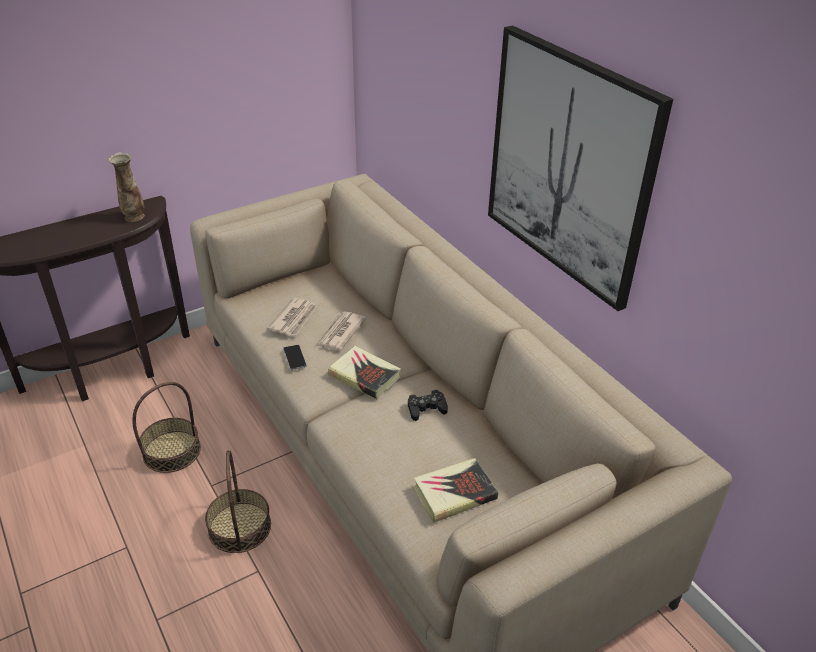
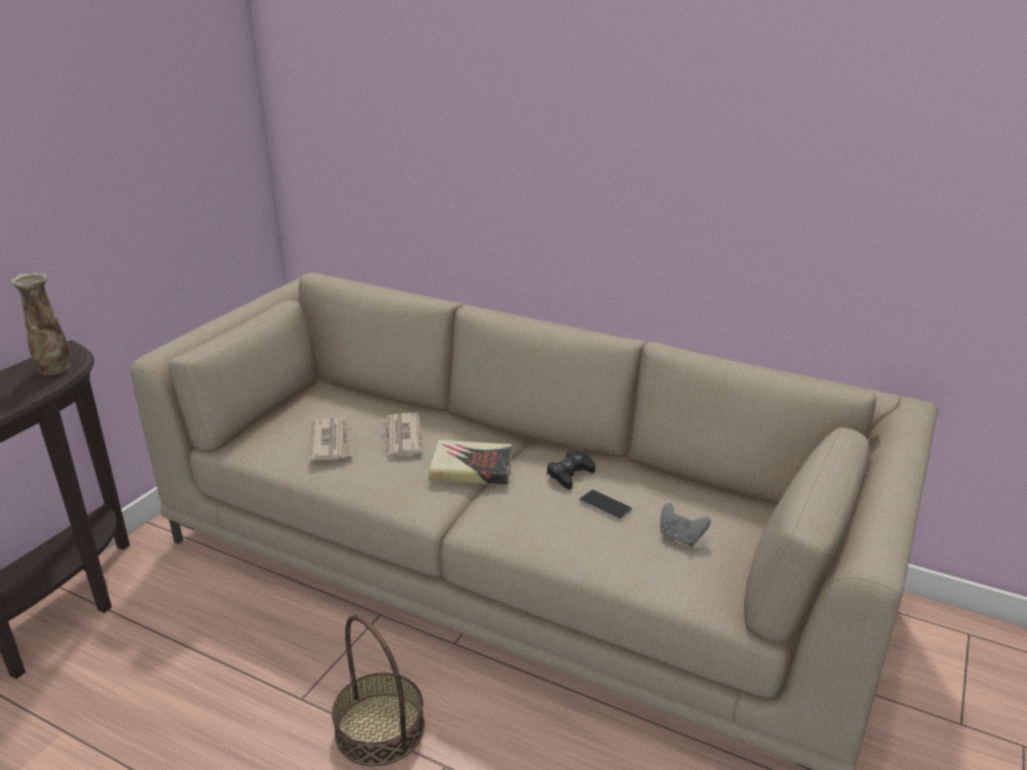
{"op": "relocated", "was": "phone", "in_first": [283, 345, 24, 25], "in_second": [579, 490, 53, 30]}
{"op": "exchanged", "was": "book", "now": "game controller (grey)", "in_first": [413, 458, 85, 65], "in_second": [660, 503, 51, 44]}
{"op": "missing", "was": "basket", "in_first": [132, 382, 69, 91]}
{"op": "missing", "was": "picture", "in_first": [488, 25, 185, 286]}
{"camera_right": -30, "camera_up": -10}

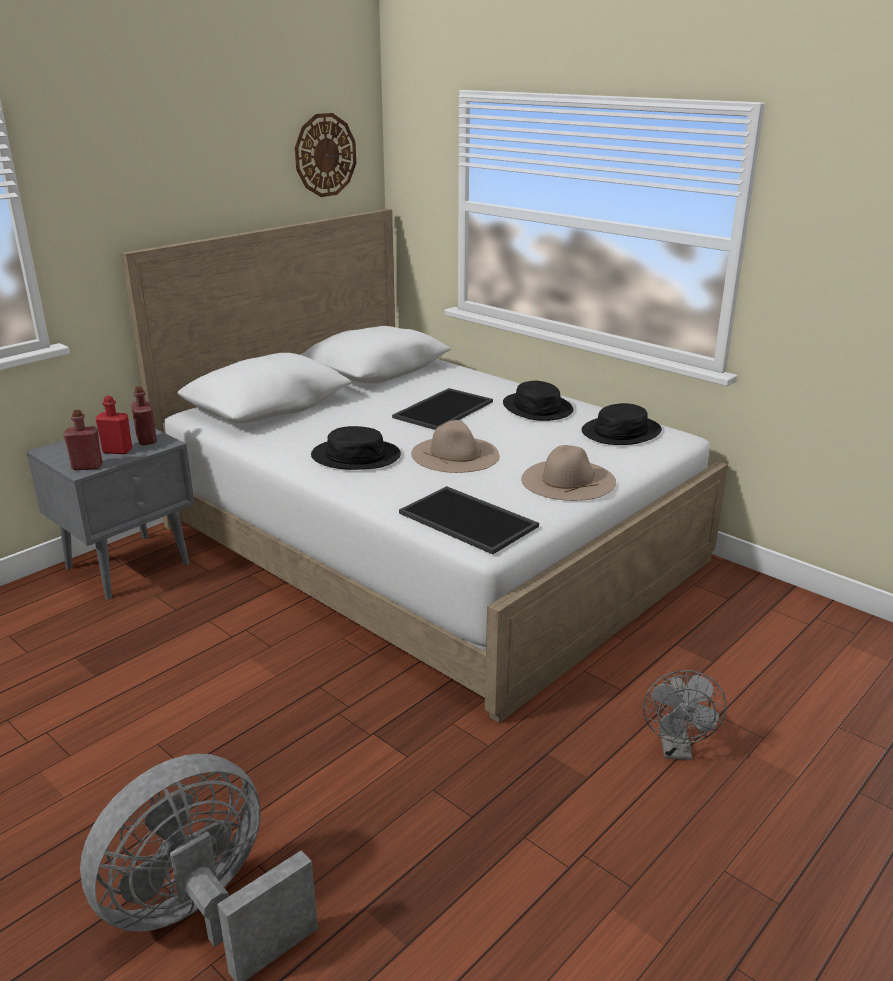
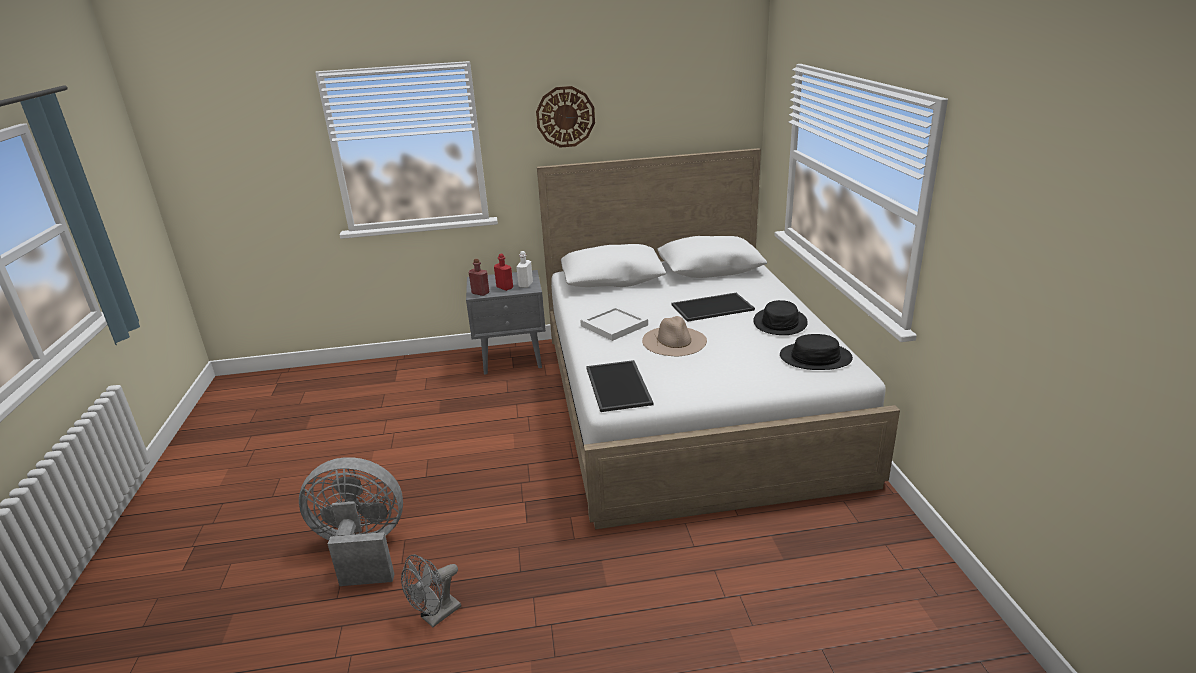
{"op": "relocated", "was": "fan (grey)", "in_first": [643, 670, 84, 90], "in_second": [401, 555, 60, 72]}
{"op": "colour", "was": "bottle (red)", "now": "bottle (white)", "in_first": [131, 386, 26, 59], "in_second": [516, 251, 17, 37]}
{"op": "relocated", "was": "wall clock", "in_first": [295, 113, 61, 84], "in_second": [536, 86, 59, 62]}
{"op": "exchanged", "was": "hat (black)", "now": "tray (white)", "in_first": [311, 426, 90, 44], "in_second": [580, 306, 68, 35]}
{"op": "missing", "was": "hat (beige)", "in_first": [521, 445, 95, 56]}
{"camera_right": 40, "camera_up": 0}

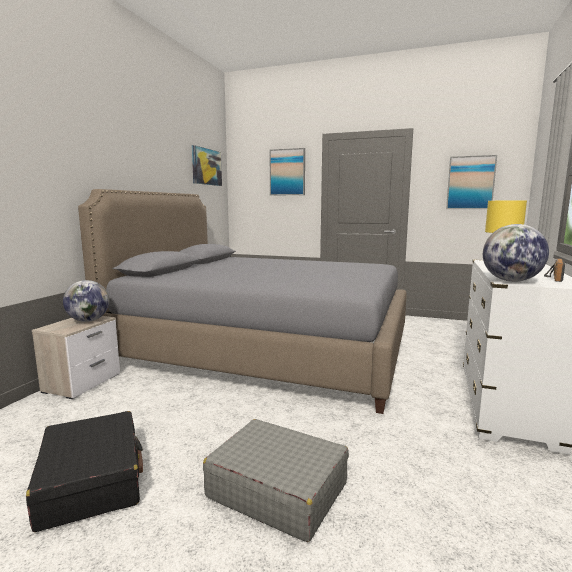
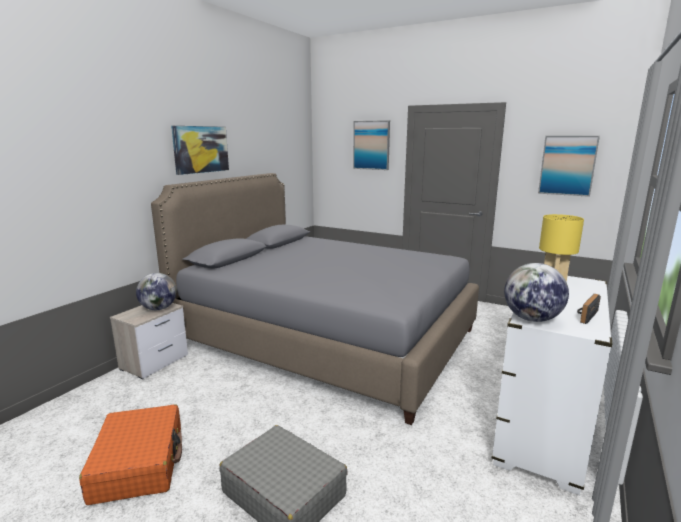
{"op": "colour", "was": "suitcase (black)", "now": "suitcase (orange)", "in_first": [26, 411, 117, 121], "in_second": [79, 404, 103, 101]}
{"op": "relocated", "was": "picture", "in_first": [192, 145, 30, 41], "in_second": [171, 126, 58, 49]}
{"camera_right": 10, "camera_up": 5}

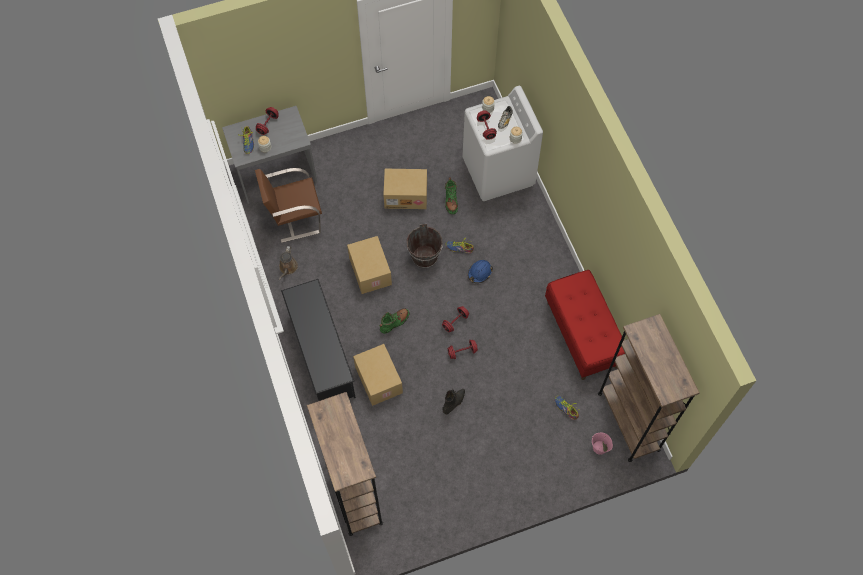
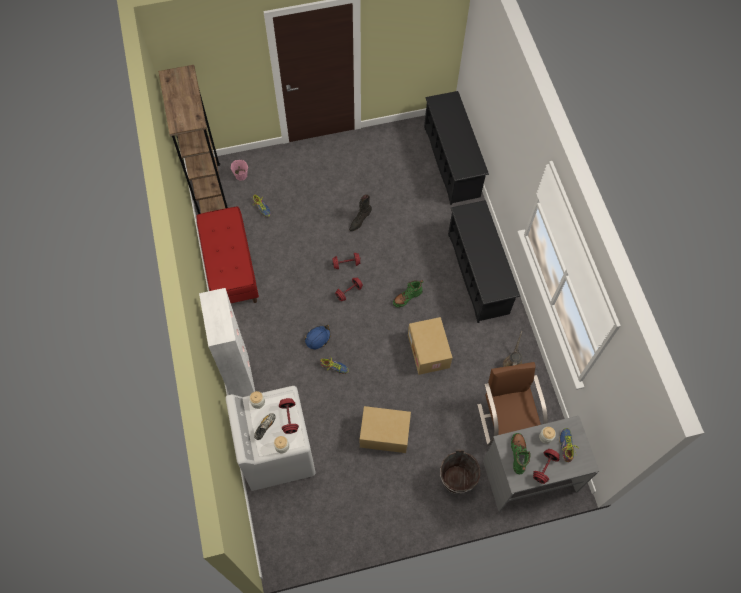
{"op": "appeared", "now": "cabinet (white)", "in_second": [199, 288, 56, 109]}
{"op": "exchanged", "was": "bookcase (brown)", "now": "shoe rack (black)", "in_first": [307, 392, 76, 144], "in_second": [424, 91, 65, 114]}
{"op": "relocated", "was": "bucket (brown)", "in_first": [407, 224, 36, 44], "in_second": [440, 450, 40, 44]}
{"op": "spun", "was": "chair (brown)", "in_first": [255, 168, 67, 75], "in_second": [477, 362, 71, 84], "clockwise": -90}
{"op": "relocated", "was": "boot (green)", "in_first": [445, 177, 13, 37], "in_second": [511, 433, 20, 41]}
{"op": "missing", "was": "cardboard box", "in_first": [353, 344, 50, 62]}
{"camera_right": -175, "camera_up": 0}

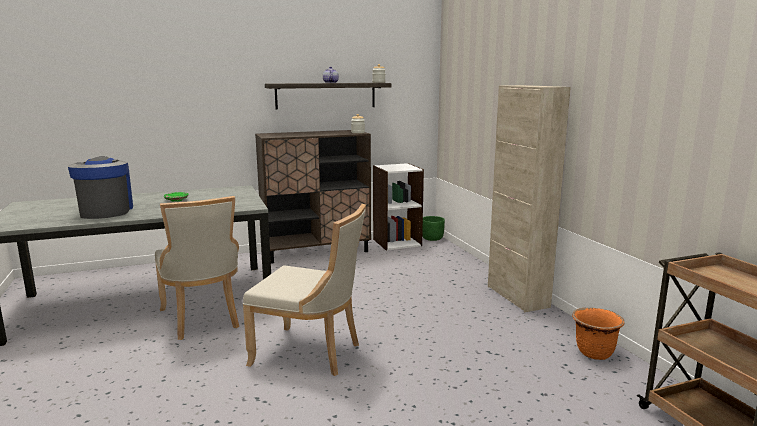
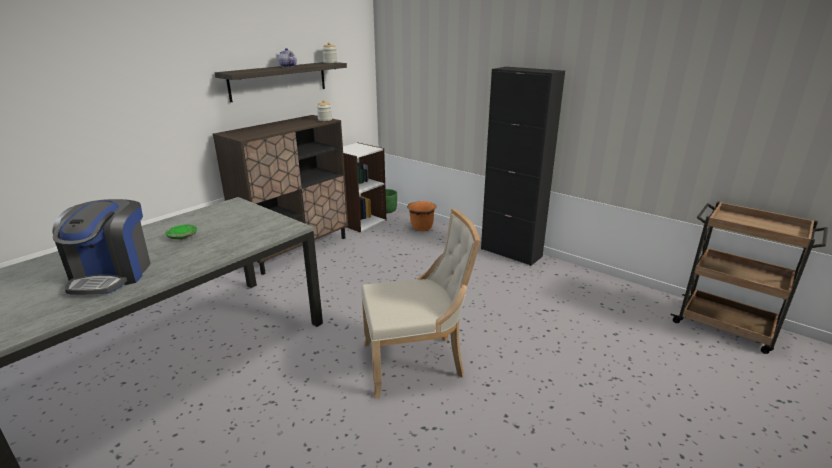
{"op": "spun", "was": "coffee machine", "in_first": [68, 156, 65, 63], "in_second": [52, 199, 98, 96], "clockwise": -135}
{"op": "relocated", "was": "planter (orange)", "in_first": [572, 308, 53, 52], "in_second": [407, 201, 30, 31]}
{"op": "colour", "was": "cabinet (beige)", "now": "cabinet (black)", "in_first": [488, 85, 83, 227], "in_second": [481, 67, 84, 199]}
{"op": "missing", "was": "chair (beige)", "in_first": [155, 196, 84, 144]}
{"camera_right": -30, "camera_up": 10}

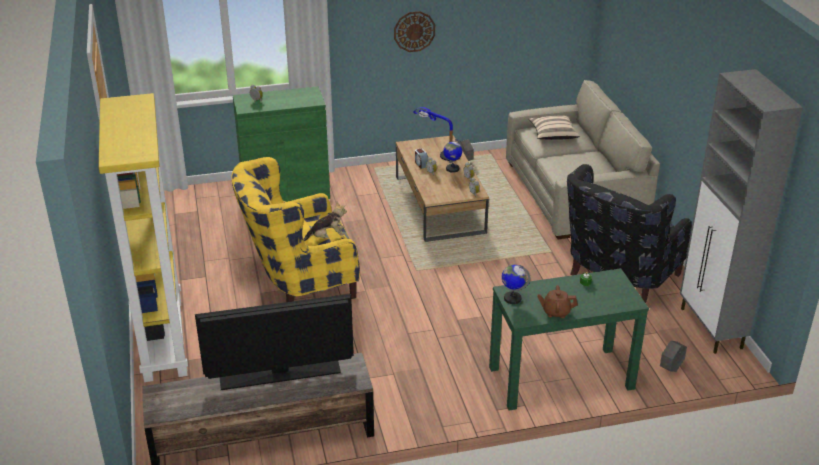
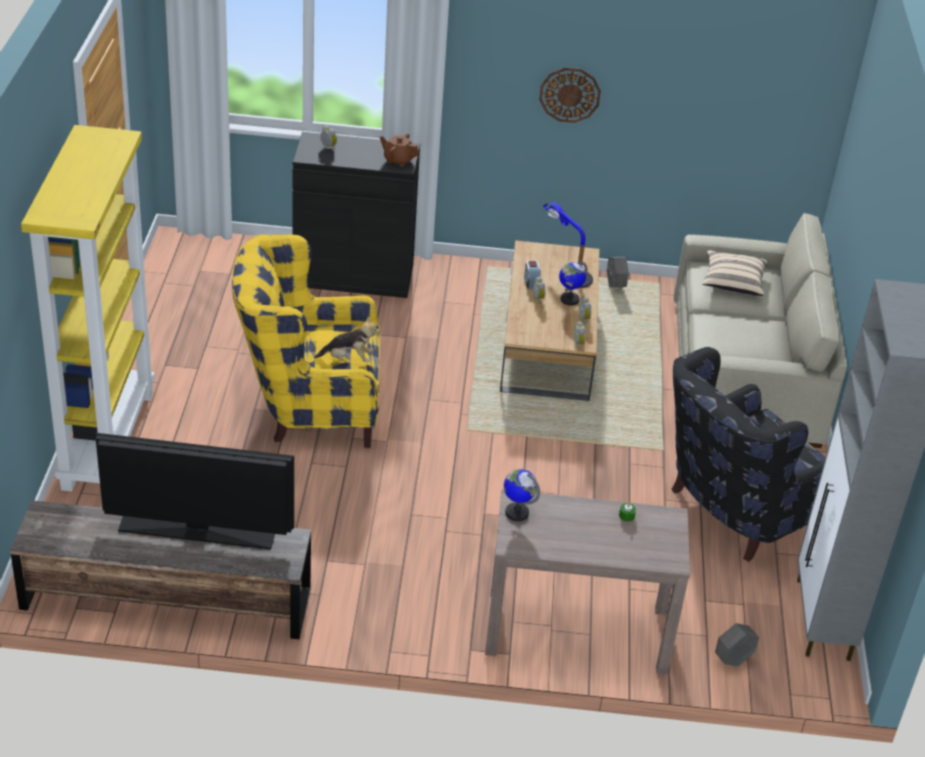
{"op": "colour", "was": "cabinet (green)", "now": "cabinet (black)", "in_first": [233, 86, 97, 116], "in_second": [293, 132, 127, 166]}
{"op": "relocated", "was": "teapot (brown)", "in_first": [537, 285, 40, 33], "in_second": [380, 133, 39, 34]}
{"op": "colour", "was": "console table (green)", "now": "console table (brown)", "in_first": [489, 268, 160, 143], "in_second": [485, 489, 205, 186]}
{"camera_right": 15, "camera_up": 5}

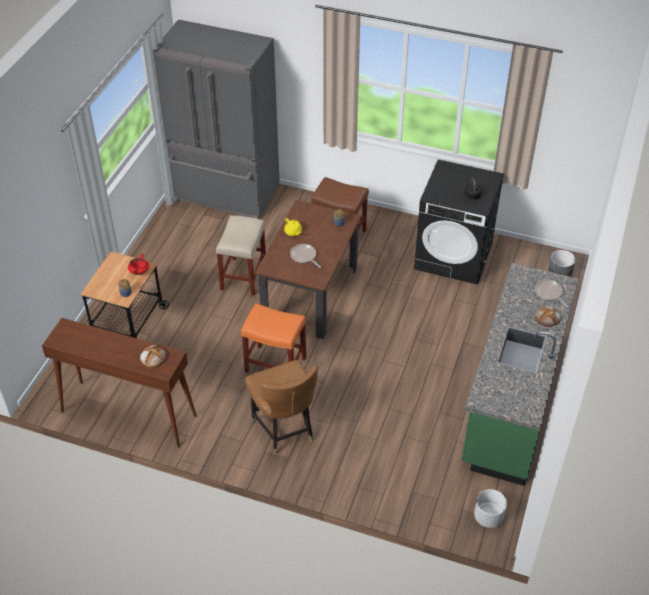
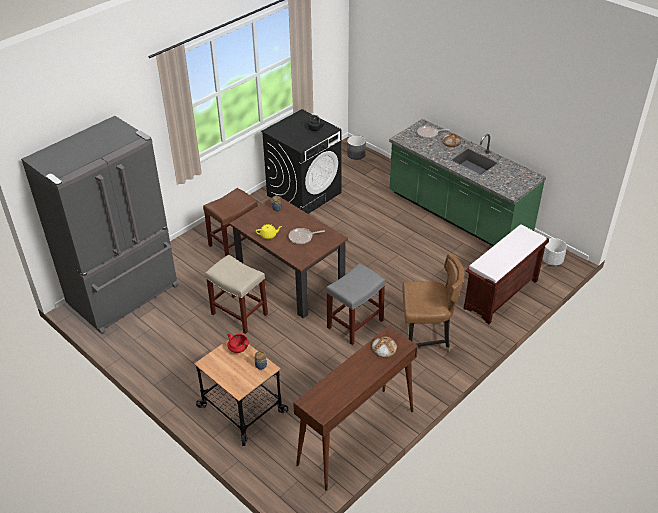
{"op": "colour", "was": "stool (orange)", "now": "stool (grey)", "in_first": [241, 303, 65, 70], "in_second": [326, 263, 59, 82]}
{"op": "appeared", "now": "bench (brown)", "in_second": [464, 224, 85, 100]}
{"camera_right": -65, "camera_up": -5}

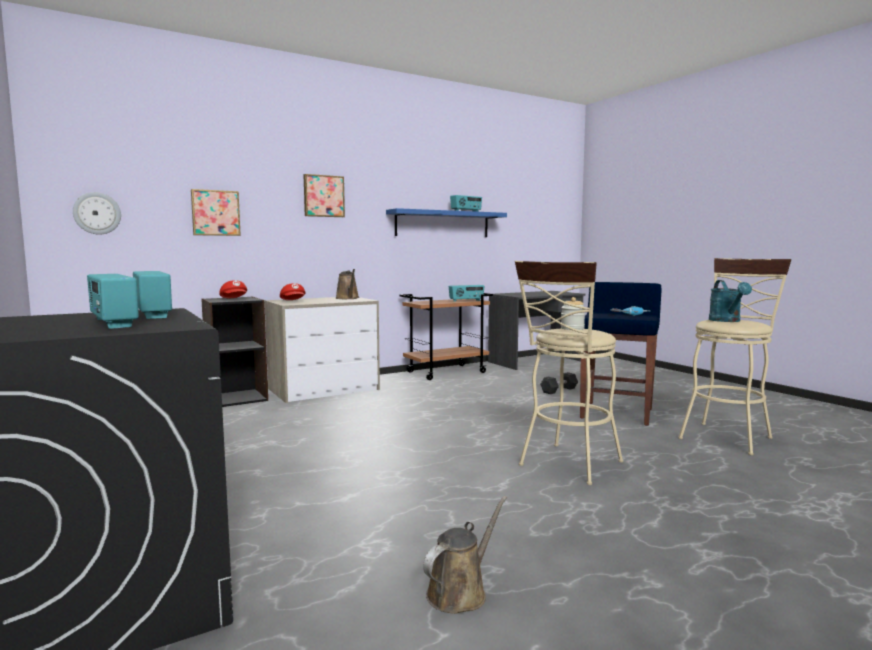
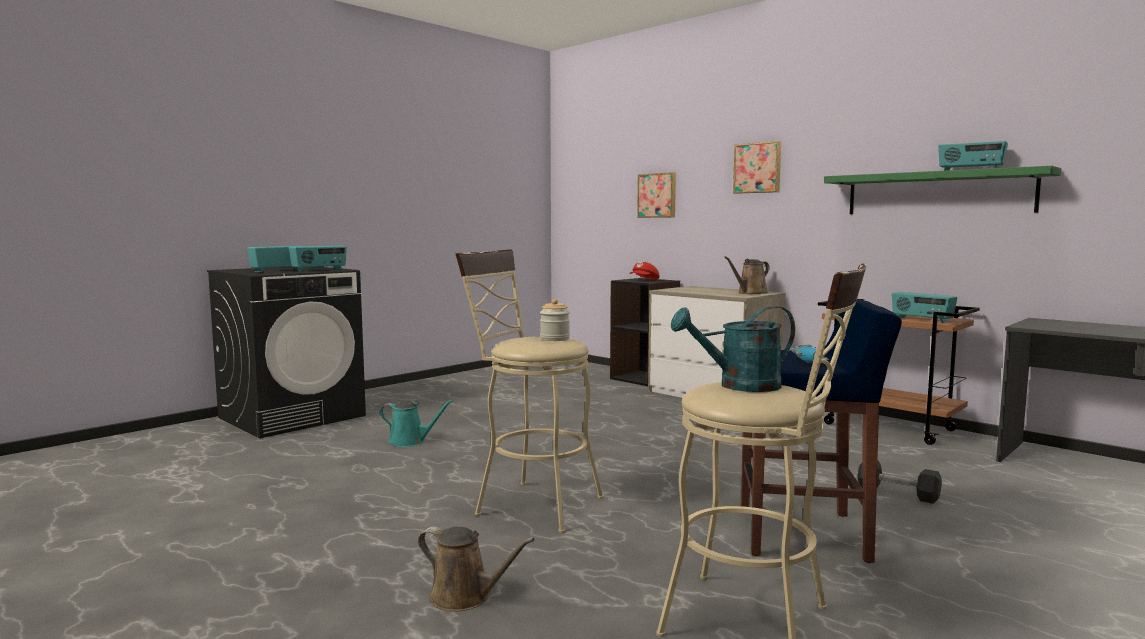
{"op": "appeared", "now": "watering can (turquoise)", "in_second": [379, 400, 75, 47]}
{"op": "relocated", "was": "watering can (brown)", "in_first": [423, 496, 84, 118], "in_second": [418, 527, 117, 85]}
{"op": "colour", "was": "shelf (blue)", "now": "shelf (green)", "in_first": [386, 208, 121, 29], "in_second": [824, 166, 237, 48]}
{"op": "missing", "was": "wall clock", "in_first": [73, 192, 48, 43]}
{"op": "missing", "was": "cap (red)", "in_first": [280, 283, 25, 17]}
{"camera_right": 75, "camera_up": 0}

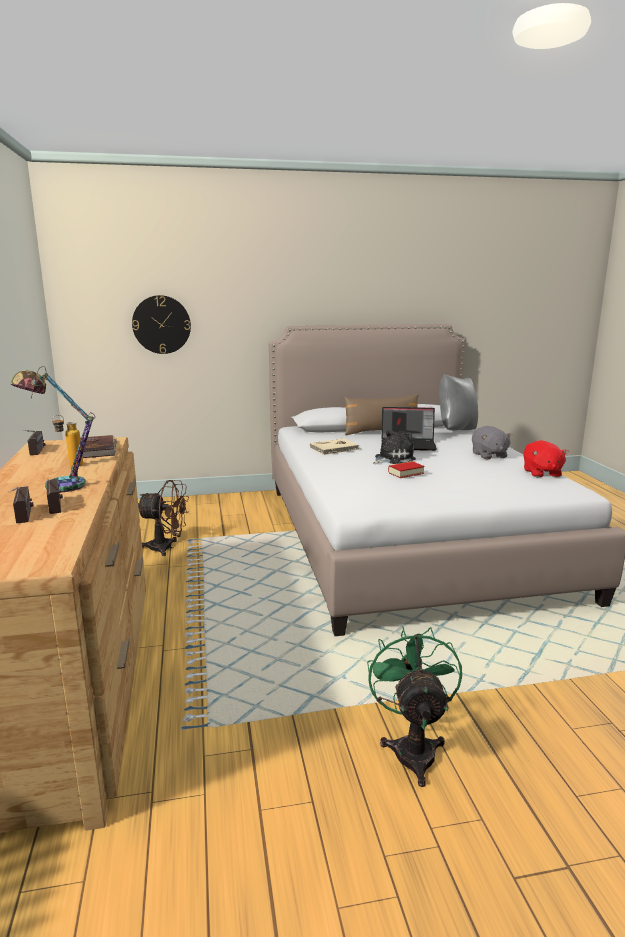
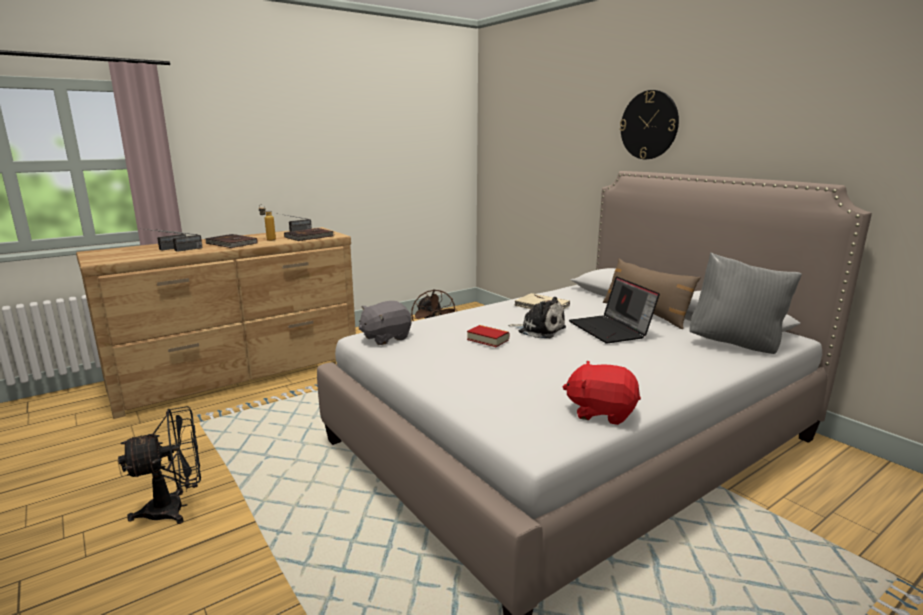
{"op": "colour", "was": "fan (green)", "now": "fan (black)", "in_first": [367, 626, 95, 161], "in_second": [118, 406, 83, 118]}
{"op": "exchanged", "was": "table lamp", "now": "book (brown)", "in_first": [11, 366, 84, 126], "in_second": [205, 234, 53, 14]}
{"op": "relocated", "was": "plush toy (grey)", "in_first": [472, 426, 40, 33], "in_second": [359, 301, 53, 44]}
{"op": "spun", "was": "plush toy (red)", "in_first": [523, 440, 46, 37], "in_second": [563, 361, 78, 64], "clockwise": 45}
{"op": "relocated", "was": "wall clock", "in_first": [132, 295, 59, 59], "in_second": [620, 90, 59, 69]}
{"camera_right": 65, "camera_up": 0}

